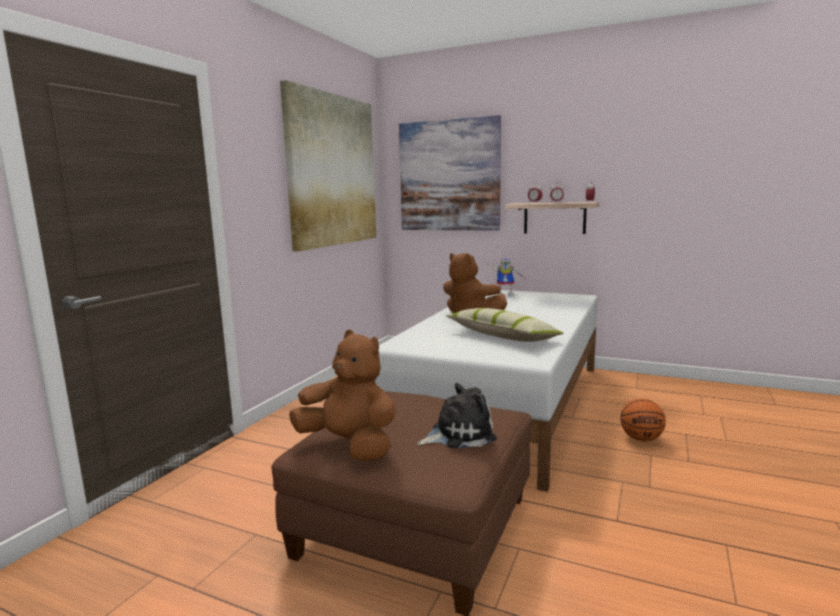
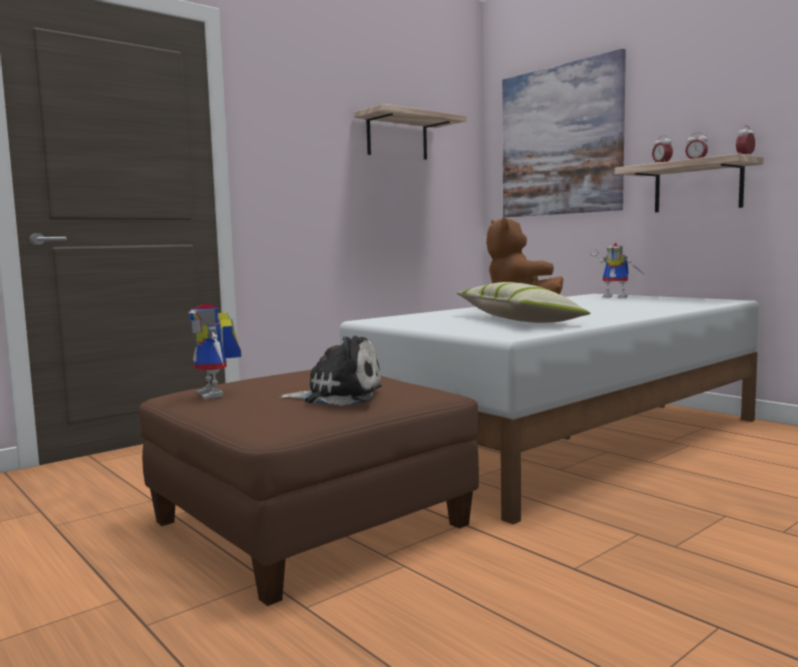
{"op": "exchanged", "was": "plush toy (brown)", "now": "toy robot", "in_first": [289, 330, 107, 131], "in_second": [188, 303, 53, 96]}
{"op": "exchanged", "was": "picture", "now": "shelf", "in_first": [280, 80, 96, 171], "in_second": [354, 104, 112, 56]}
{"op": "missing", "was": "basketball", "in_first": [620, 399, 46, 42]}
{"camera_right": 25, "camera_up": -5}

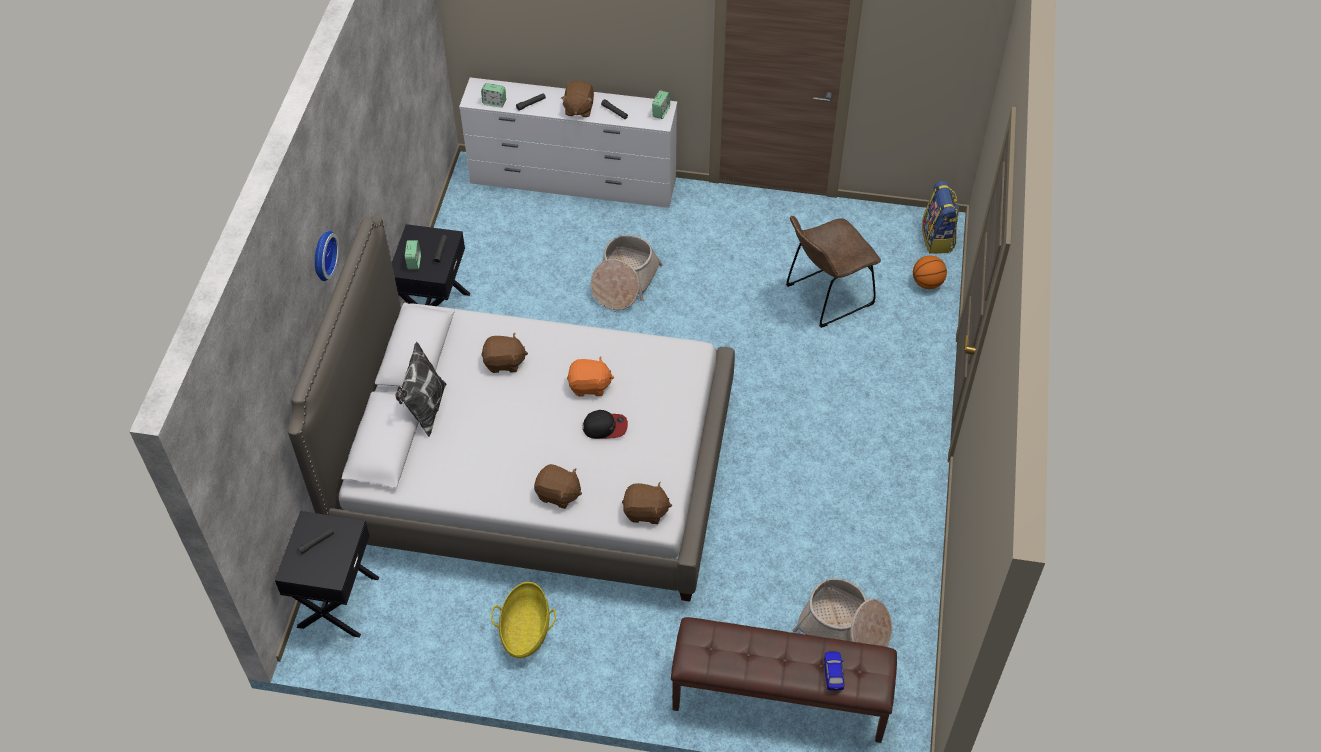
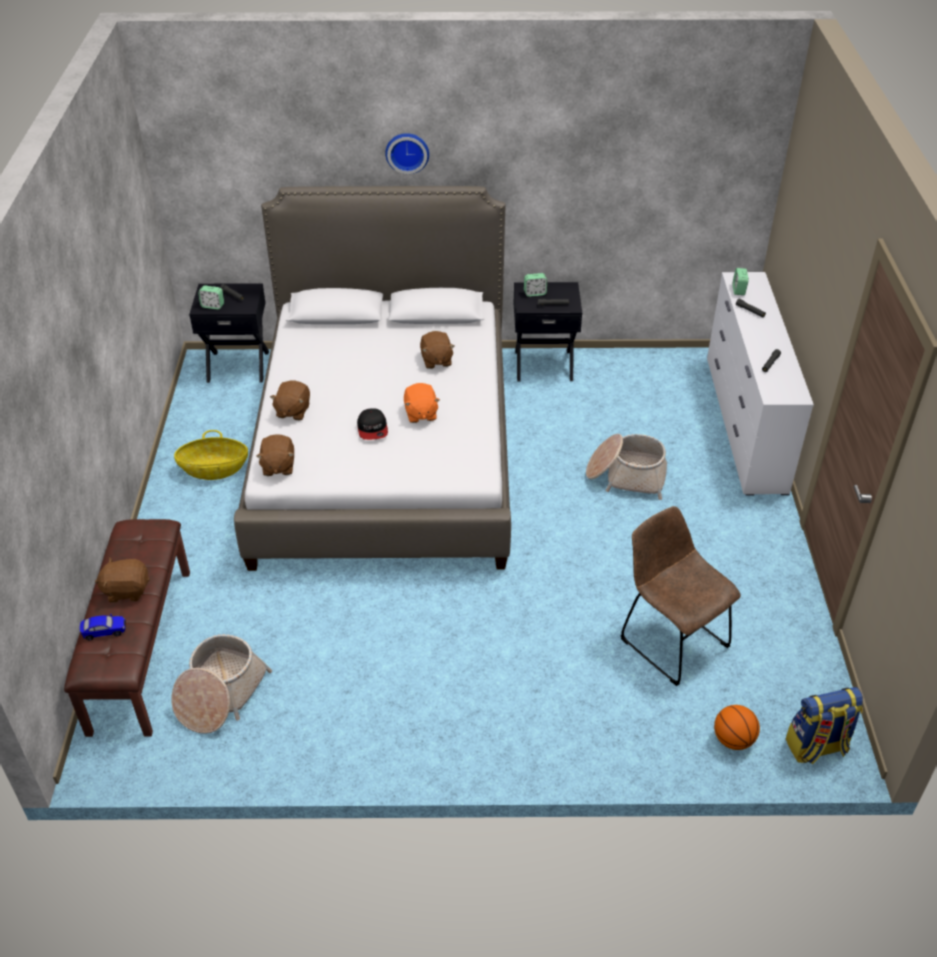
{"op": "relocated", "was": "plush toy (brown)", "in_first": [561, 81, 33, 36], "in_second": [95, 558, 54, 45]}
{"op": "relocated", "was": "alarm clock", "in_first": [652, 90, 18, 29], "in_second": [198, 285, 26, 25]}
{"op": "missing", "was": "pillow", "in_first": [396, 341, 51, 96]}
{"camera_right": 80, "camera_up": -10}

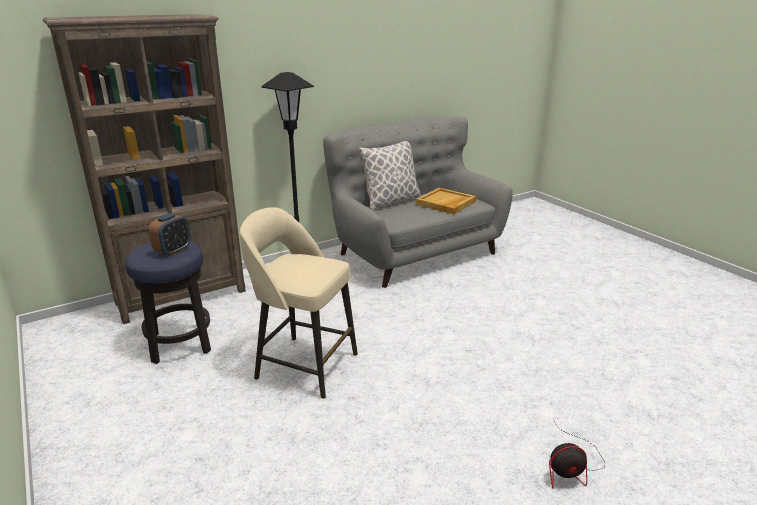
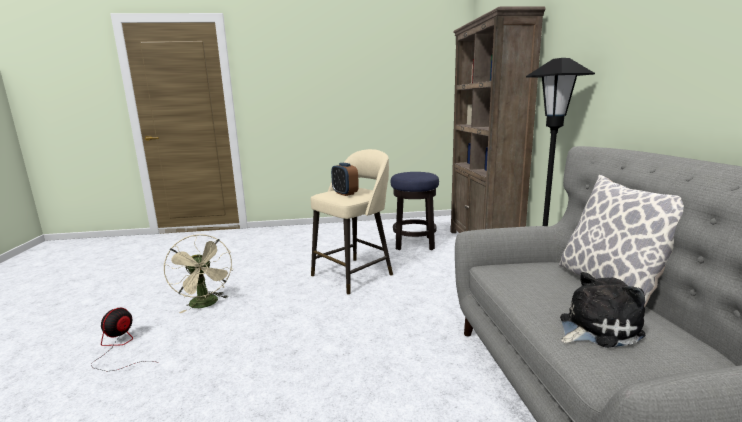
{"op": "appeared", "now": "fan (beige)", "in_second": [164, 234, 69, 79]}
{"op": "relocated", "was": "alarm clock", "in_first": [149, 213, 42, 43], "in_second": [331, 163, 28, 33]}
{"op": "exchanged", "was": "tray (beige)", "now": "plush toy", "in_first": [416, 188, 60, 26], "in_second": [560, 272, 85, 76]}
{"camera_right": 115, "camera_up": -10}

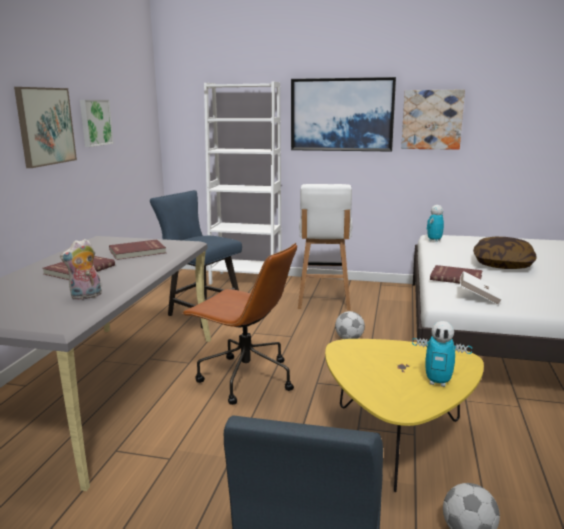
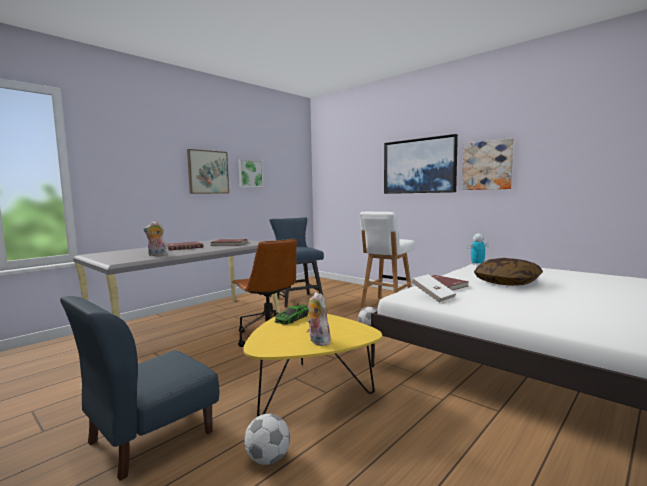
{"op": "appeared", "now": "toy car", "in_second": [274, 303, 35, 22]}
{"op": "exchanged", "was": "toy robot", "now": "plush toy", "in_first": [412, 321, 60, 66], "in_second": [308, 292, 23, 54]}
{"op": "missing", "was": "bookcase (white)", "in_first": [204, 82, 78, 203]}
{"camera_right": 30, "camera_up": -10}

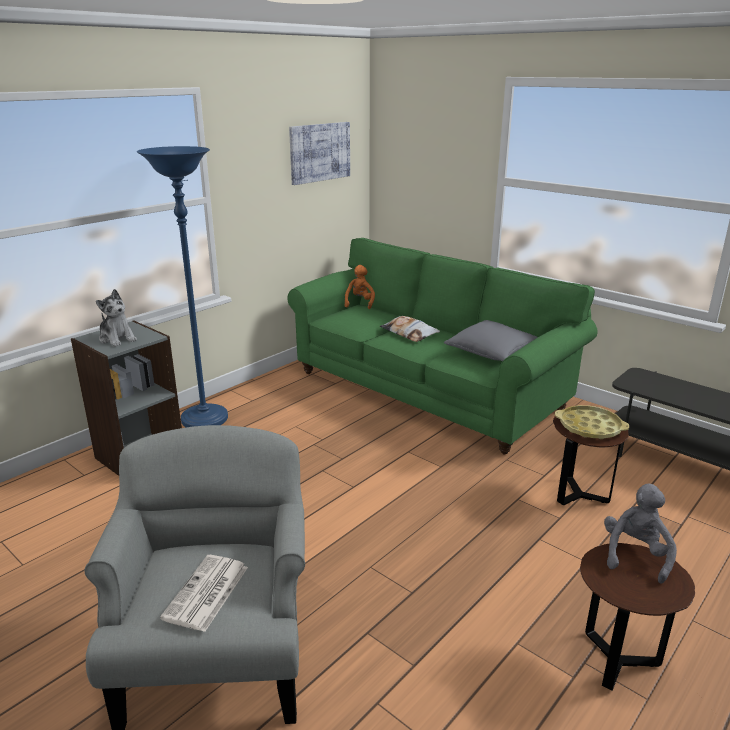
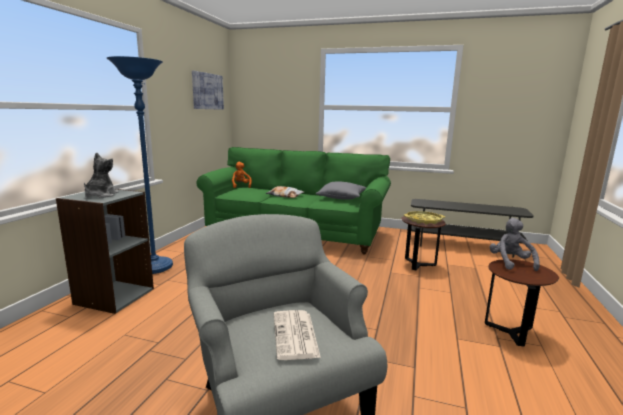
{"op": "spun", "was": "plush toy", "in_first": [96, 289, 41, 58], "in_second": [84, 152, 35, 46], "clockwise": -105}
{"camera_right": -25, "camera_up": -10}

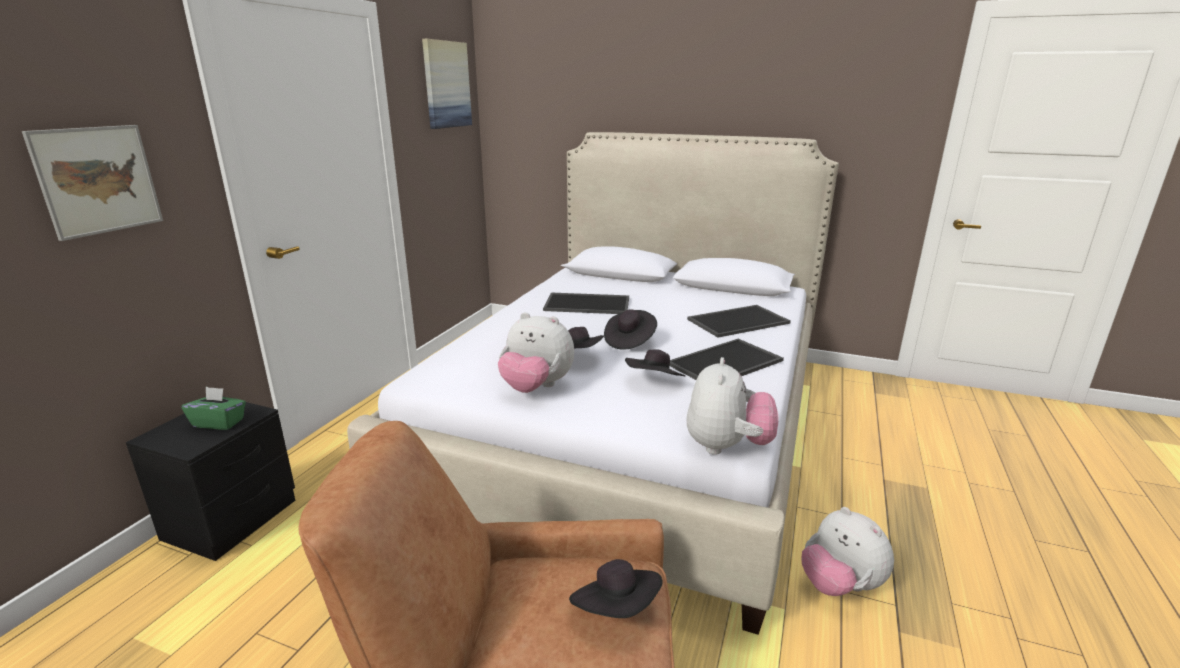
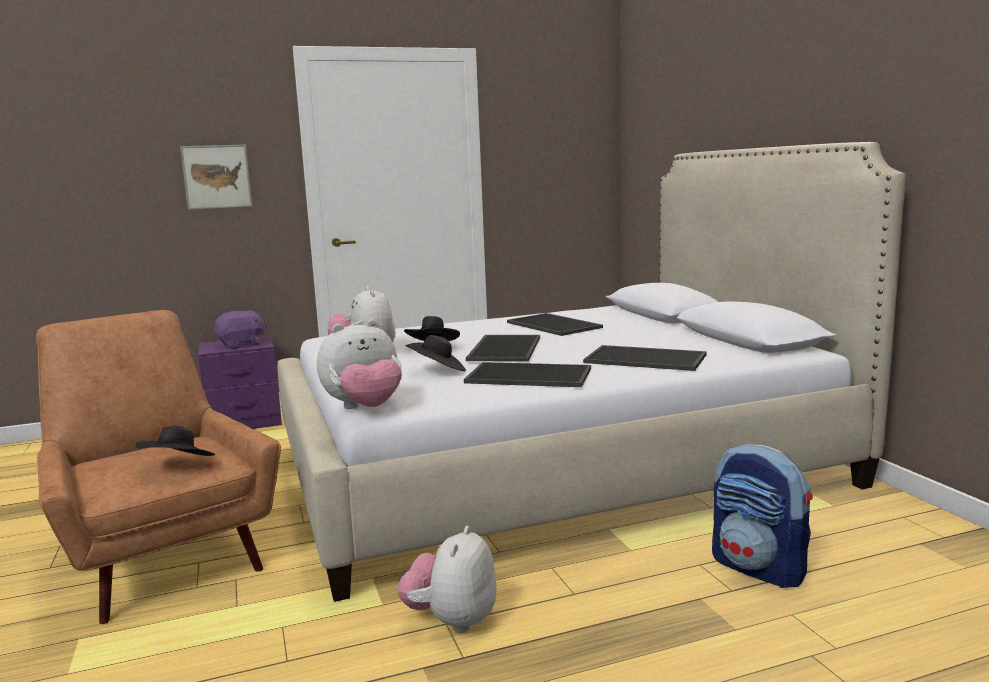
{"op": "colour", "was": "nightstand (black)", "now": "nightstand (purple)", "in_first": [126, 396, 169, 165], "in_second": [198, 336, 84, 93]}
{"op": "exchanged", "was": "tissue box (green)", "now": "plush toy (purple)", "in_first": [182, 387, 64, 43], "in_second": [214, 310, 53, 39]}
{"op": "exchanged", "was": "hat (black)", "now": "tray", "in_first": [604, 309, 53, 41], "in_second": [466, 335, 74, 26]}
{"op": "appeared", "now": "backpack", "in_second": [712, 444, 101, 144]}
{"op": "missing", "was": "picture", "in_first": [422, 39, 50, 90]}
{"camera_right": 50, "camera_up": -10}

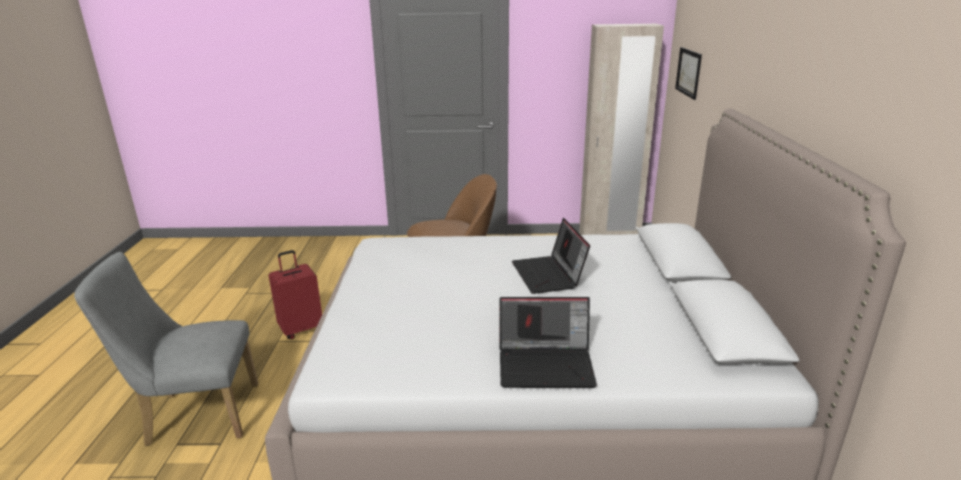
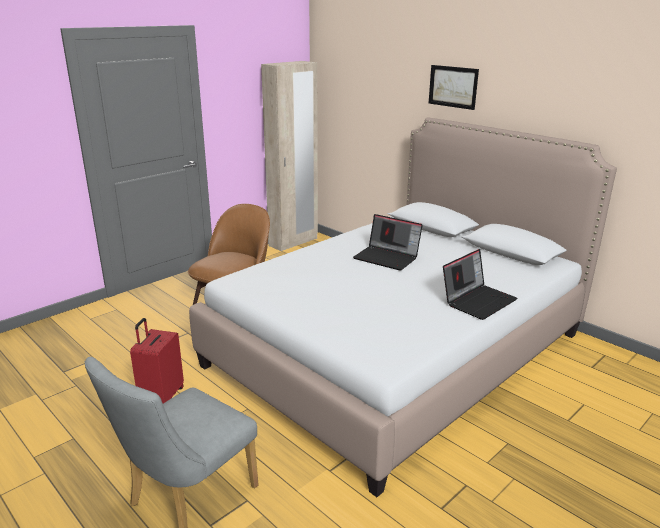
{"op": "relocated", "was": "picture", "in_first": [675, 47, 27, 53], "in_second": [429, 65, 50, 45]}
{"camera_right": -45, "camera_up": 0}

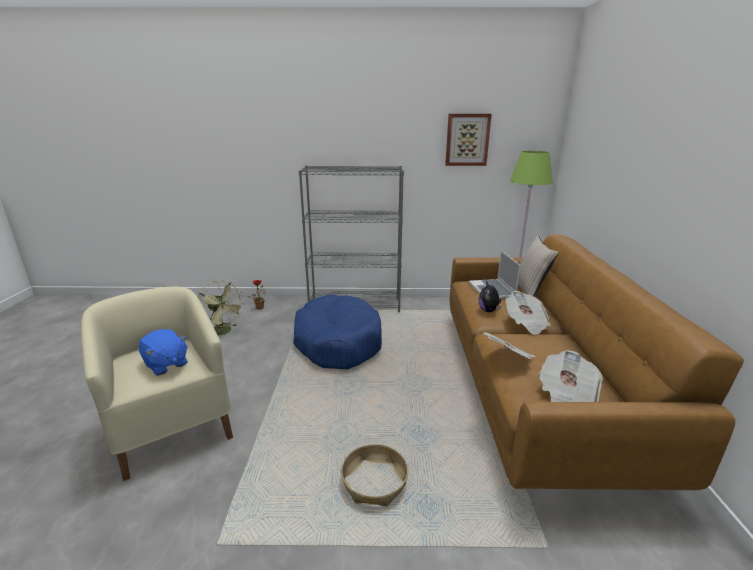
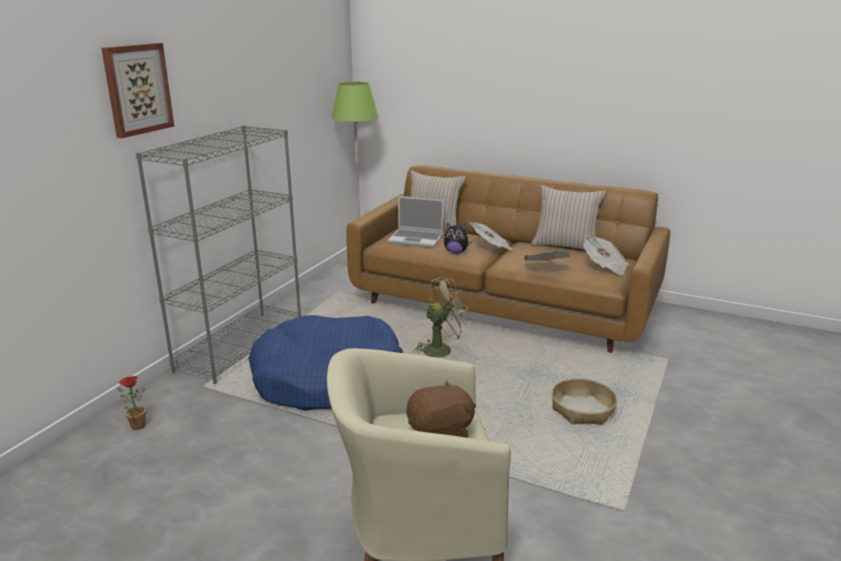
{"op": "relocated", "was": "picture", "in_first": [445, 114, 47, 52], "in_second": [101, 43, 73, 95]}
{"op": "colour", "was": "plush toy (blue)", "now": "plush toy (brown)", "in_first": [139, 329, 49, 47], "in_second": [406, 380, 70, 58]}
{"op": "relocated", "was": "fan (green)", "in_first": [198, 280, 47, 55], "in_second": [413, 277, 59, 82]}
{"op": "appeared", "now": "pillow (beige)", "in_second": [531, 185, 75, 66]}
{"camera_right": -65, "camera_up": 0}

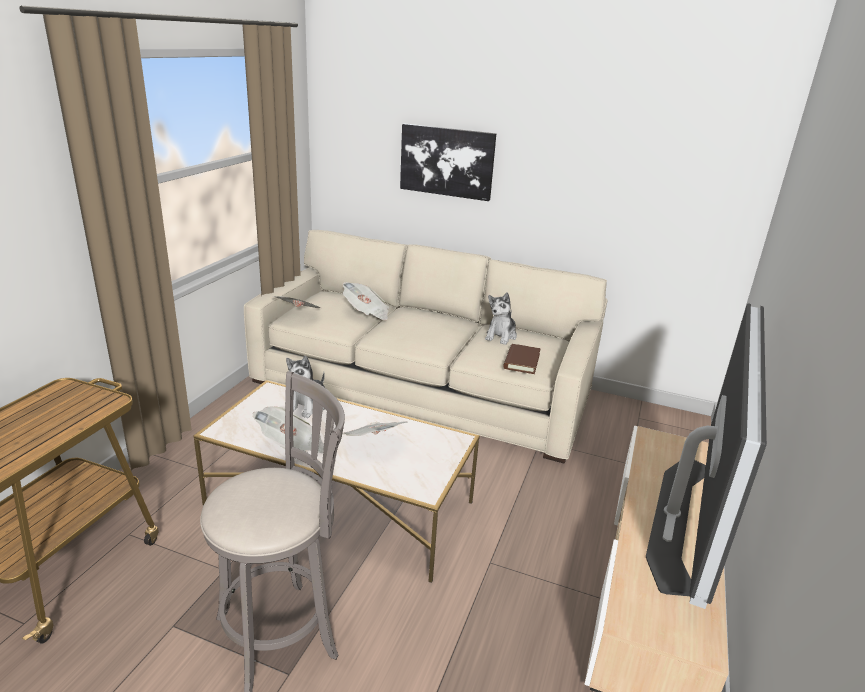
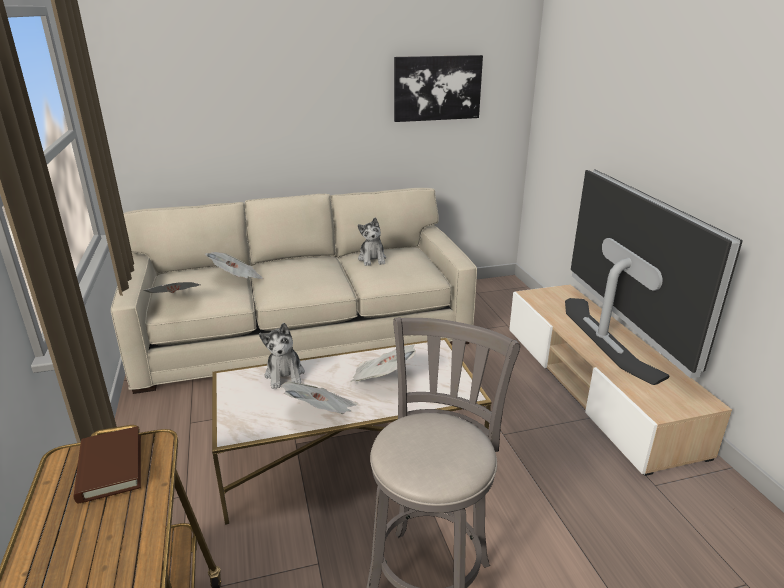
{"op": "relocated", "was": "book (brown)", "in_first": [504, 344, 37, 30], "in_second": [74, 426, 67, 78]}
{"op": "relocated", "was": "picture", "in_first": [400, 123, 96, 78], "in_second": [394, 55, 89, 67]}
{"camera_right": -35, "camera_up": 0}

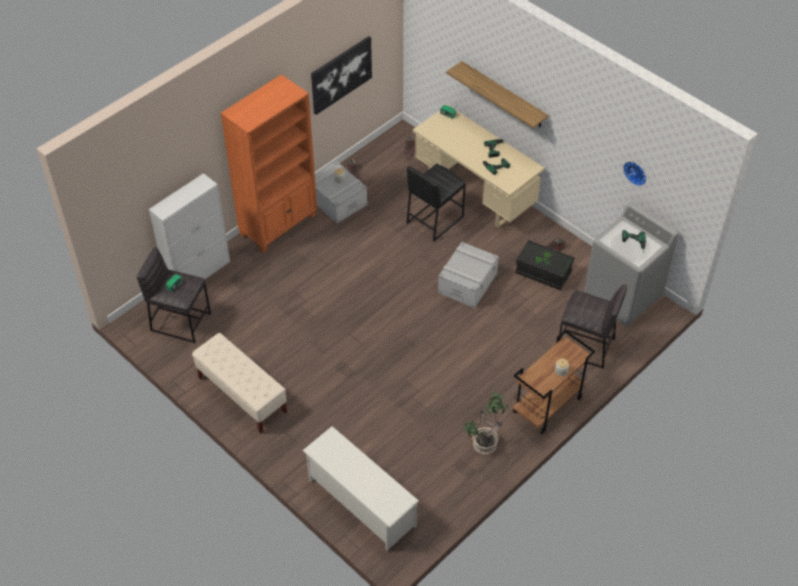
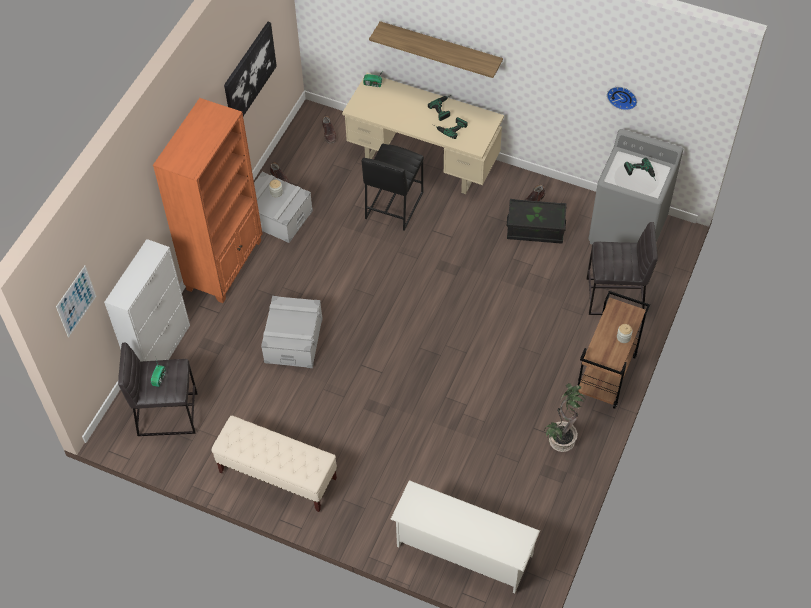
{"op": "appeared", "now": "picture", "in_second": [56, 266, 40, 71]}
{"op": "relocated", "was": "storage box (grey)", "in_first": [438, 242, 61, 67], "in_second": [261, 296, 62, 72]}
{"camera_right": -20, "camera_up": 5}

